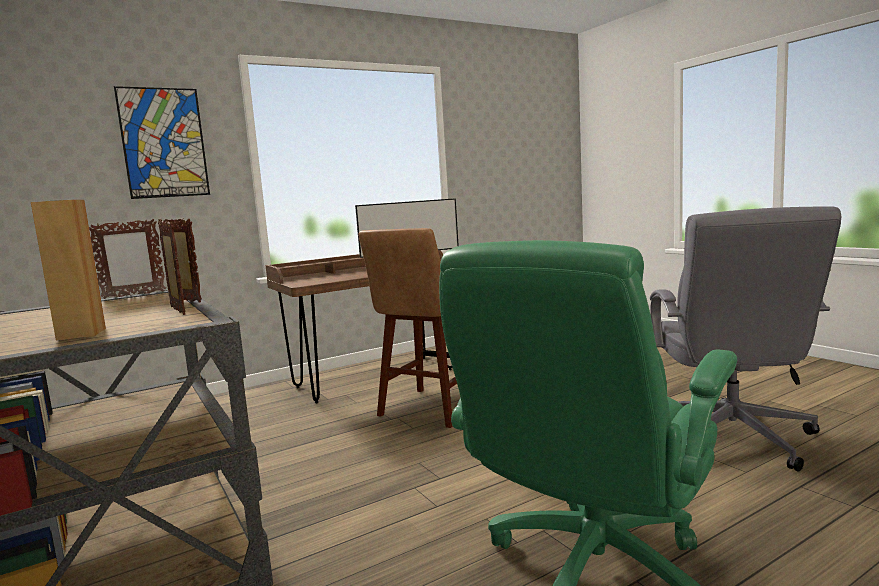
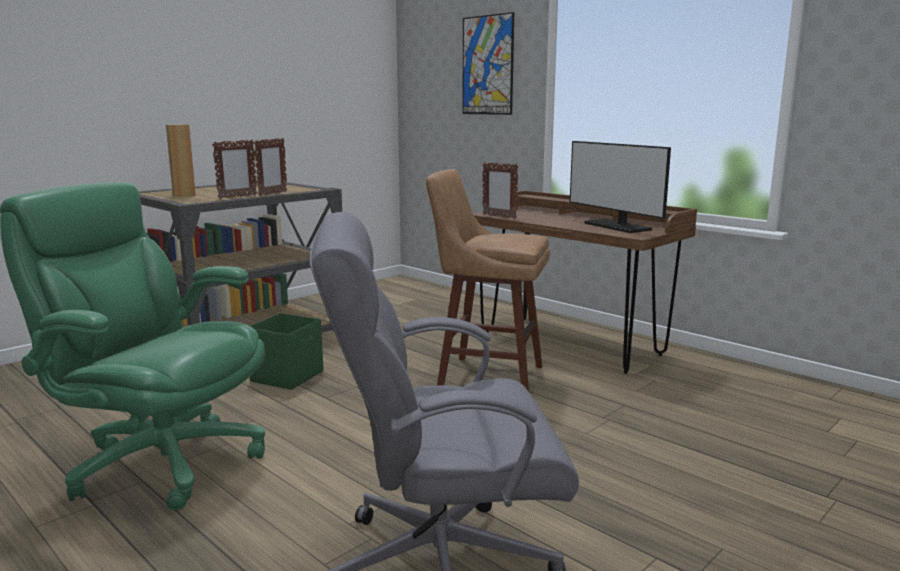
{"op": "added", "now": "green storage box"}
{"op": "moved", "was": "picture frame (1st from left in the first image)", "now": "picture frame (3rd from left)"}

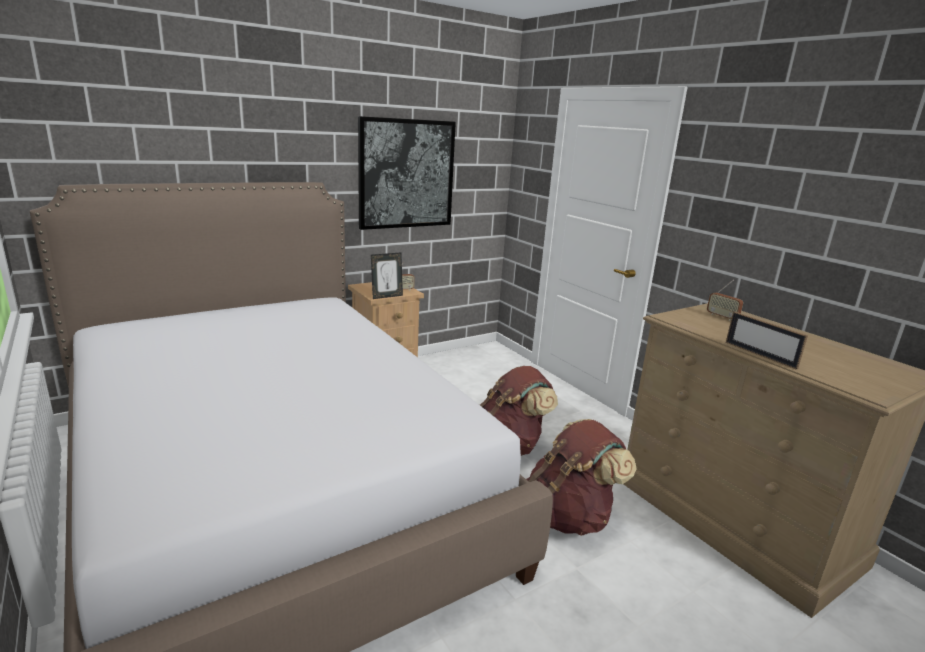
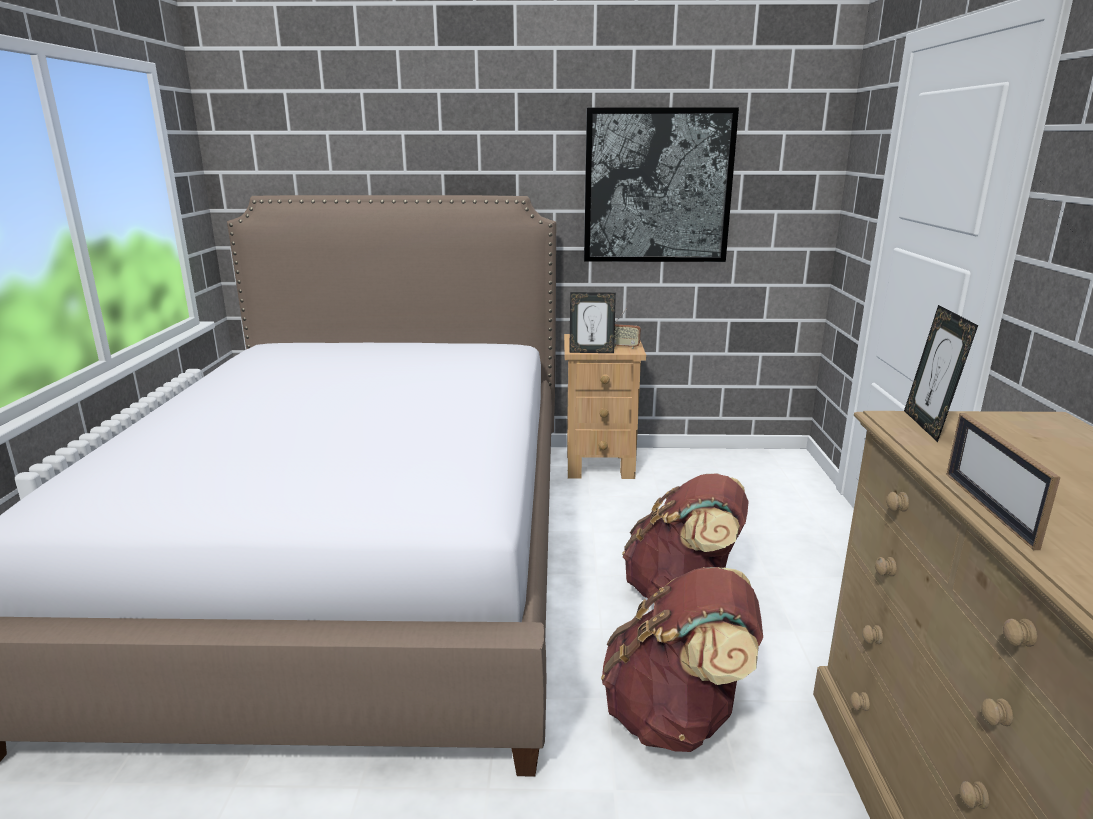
{"op": "added", "now": "picture frame (2nd from left)"}
{"op": "removed", "was": "radio (2nd from left)"}

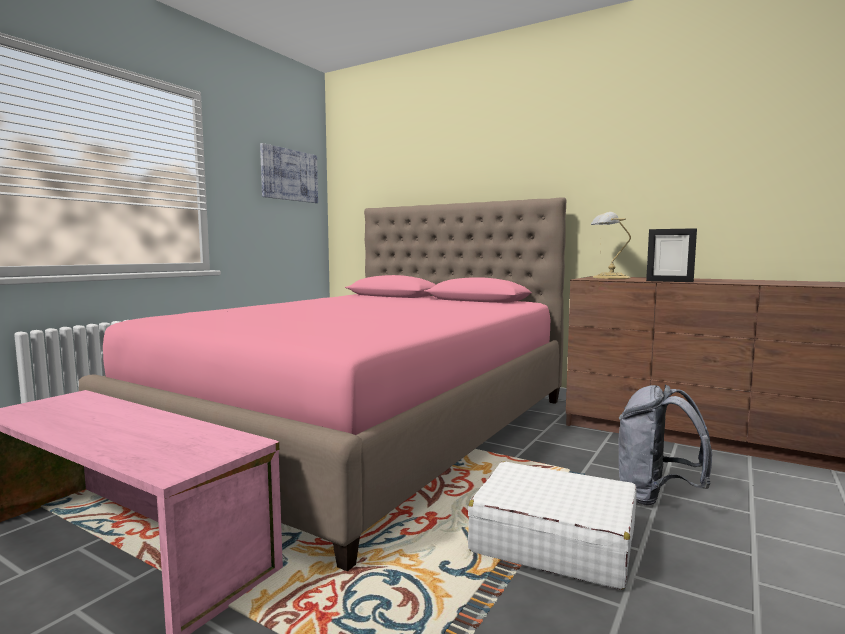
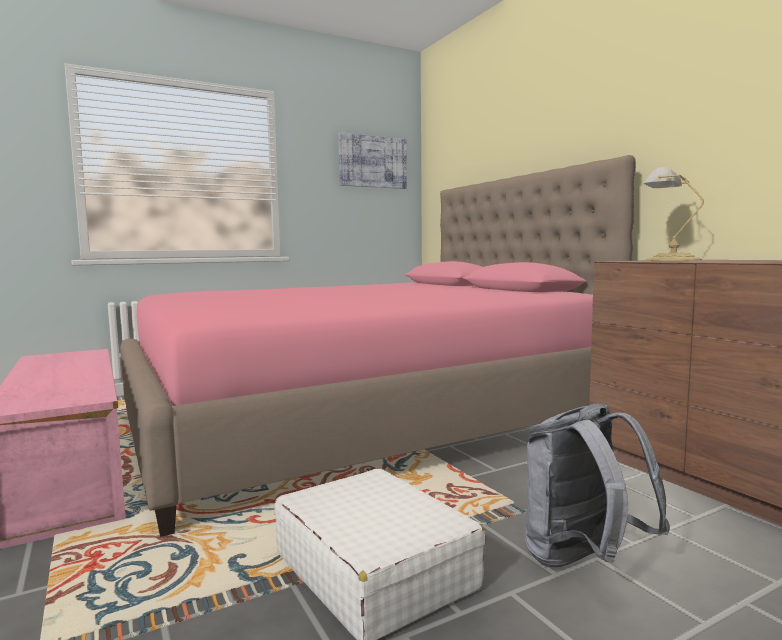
{"op": "removed", "was": "picture frame"}

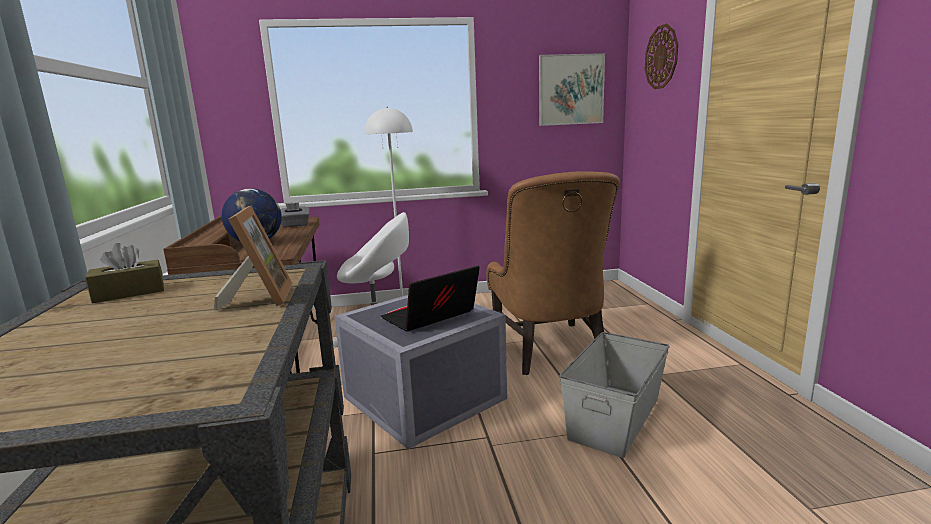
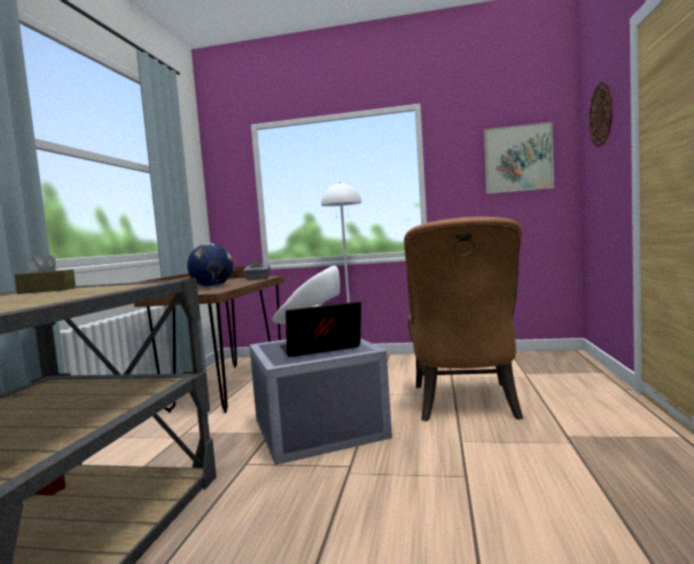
{"op": "removed", "was": "picture frame"}
{"op": "removed", "was": "grey storage box (2nd from left)"}

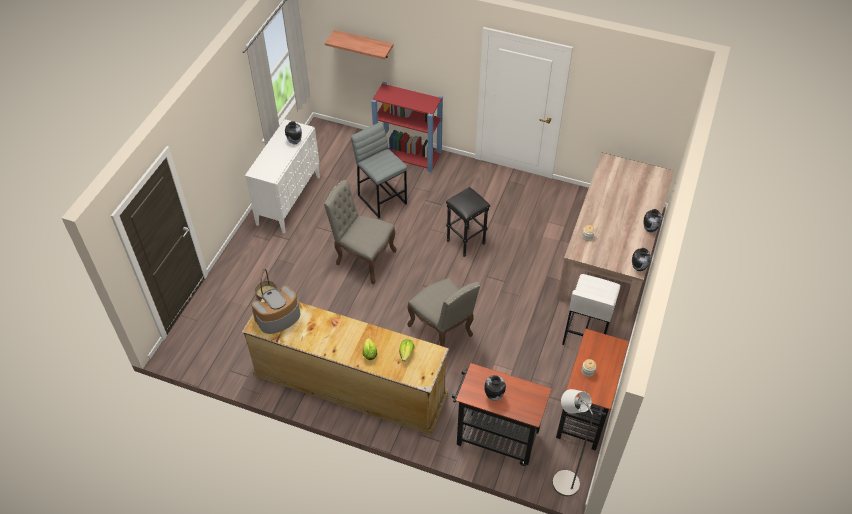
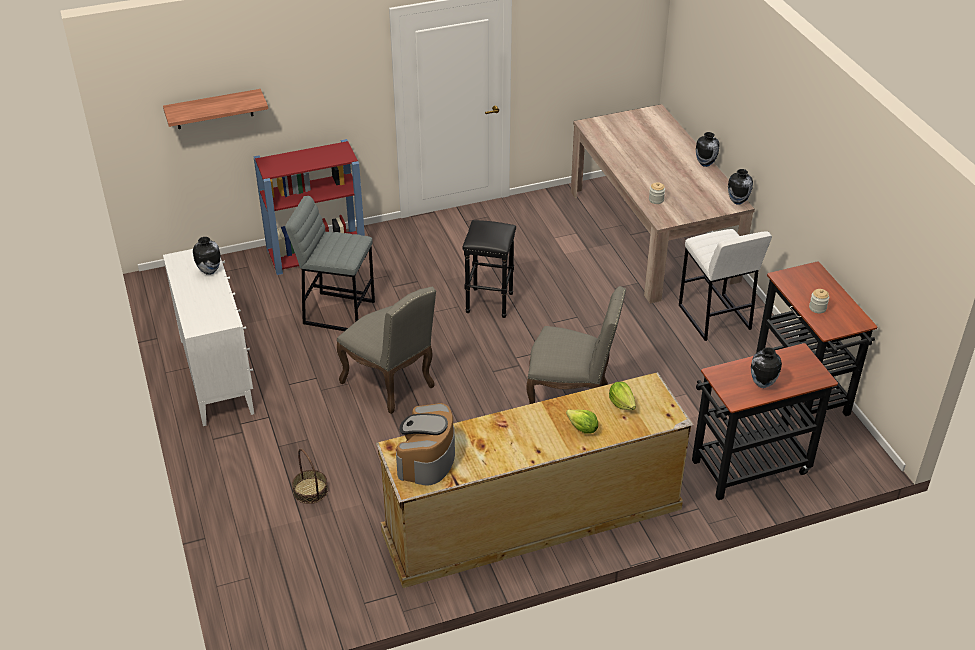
{"op": "turned", "was": "grey chair (1st from left)", "clockwise": -120}
{"op": "removed", "was": "grey floor lamp"}

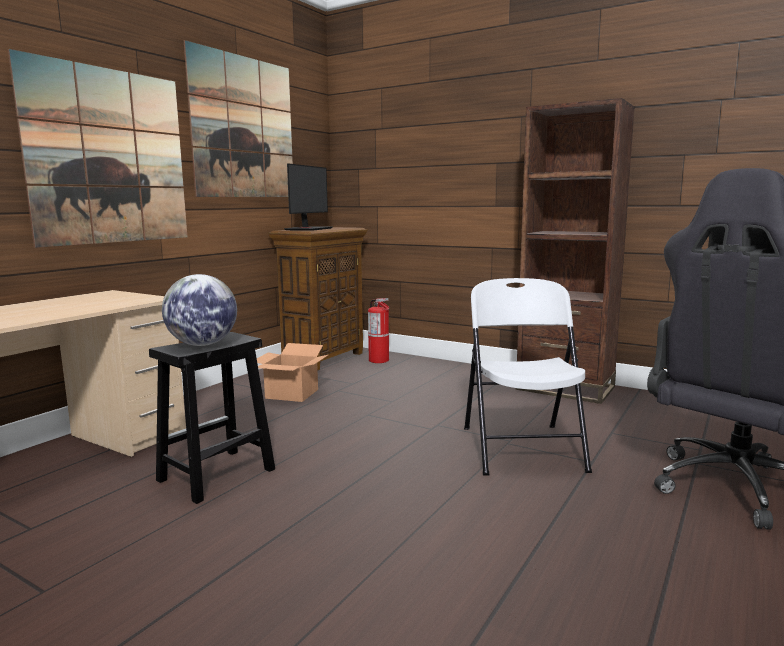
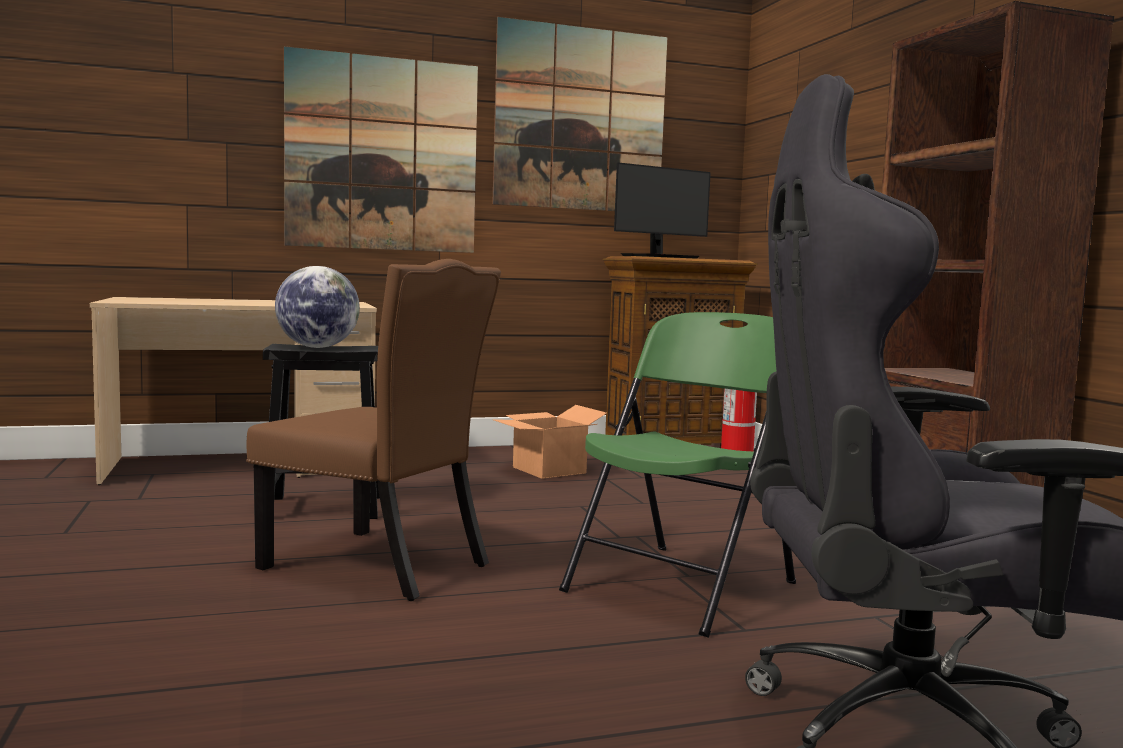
{"op": "added", "now": "brown chair"}
{"op": "recoloured", "was": "white chair", "now": "green chair"}

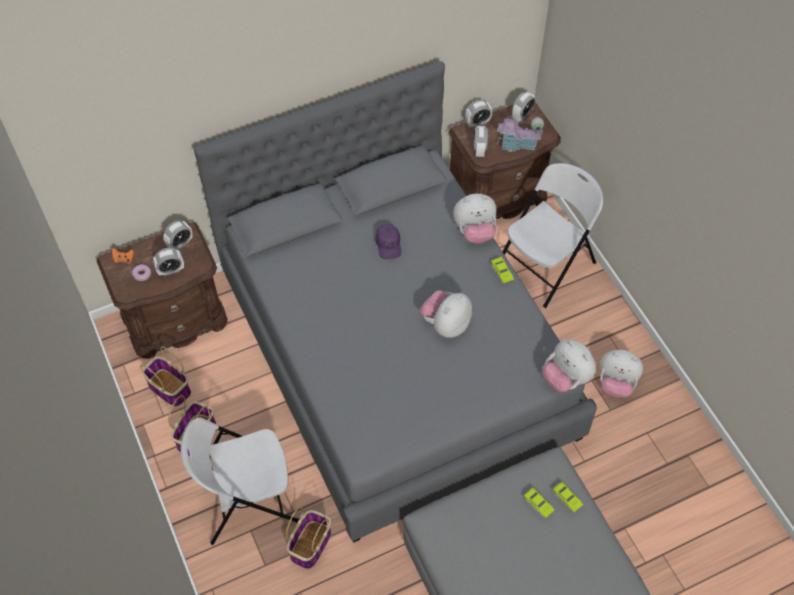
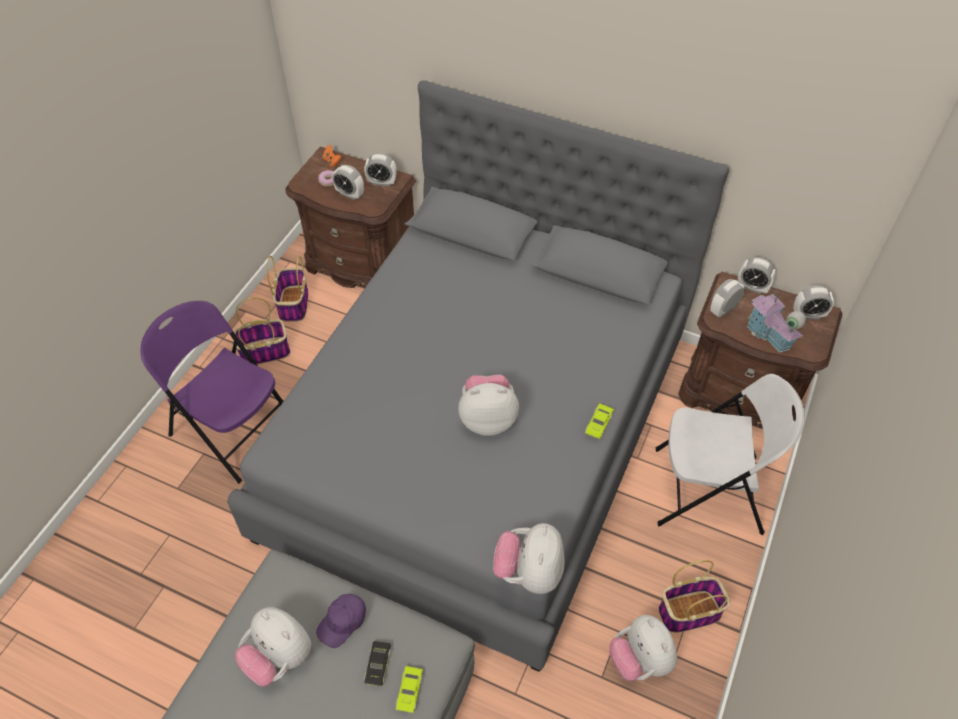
{"op": "recoloured", "was": "white chair (1st from left)", "now": "purple chair"}
{"op": "moved", "was": "plush toy (2nd from left in the first image)", "now": "plush toy (1st from left)"}
{"op": "moved", "was": "purple cap"}
{"op": "recoloured", "was": "green toy car (2nd from left)", "now": "black toy car"}
{"op": "moved", "was": "basket (3rd from left)"}

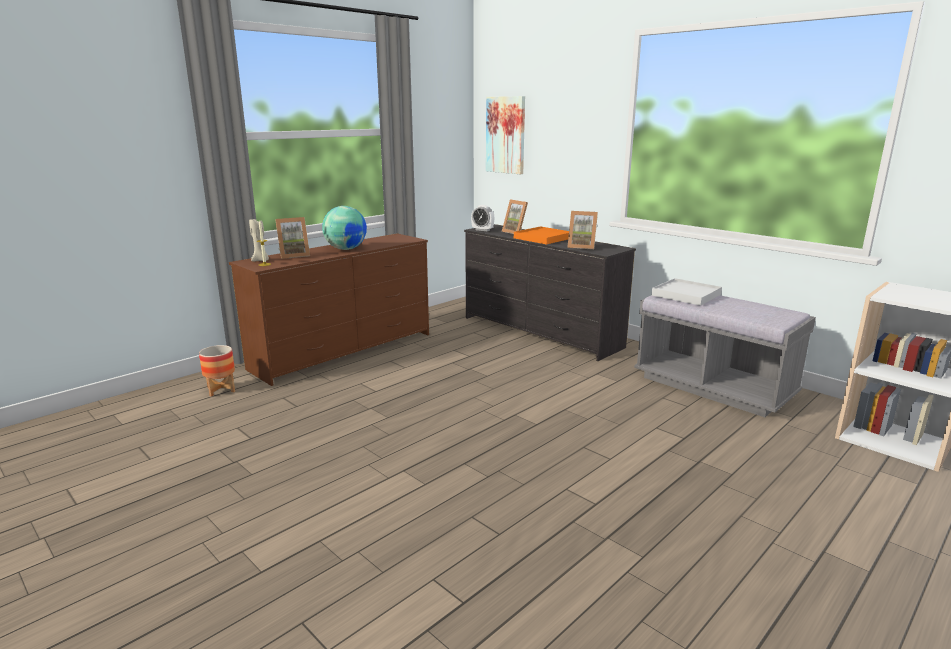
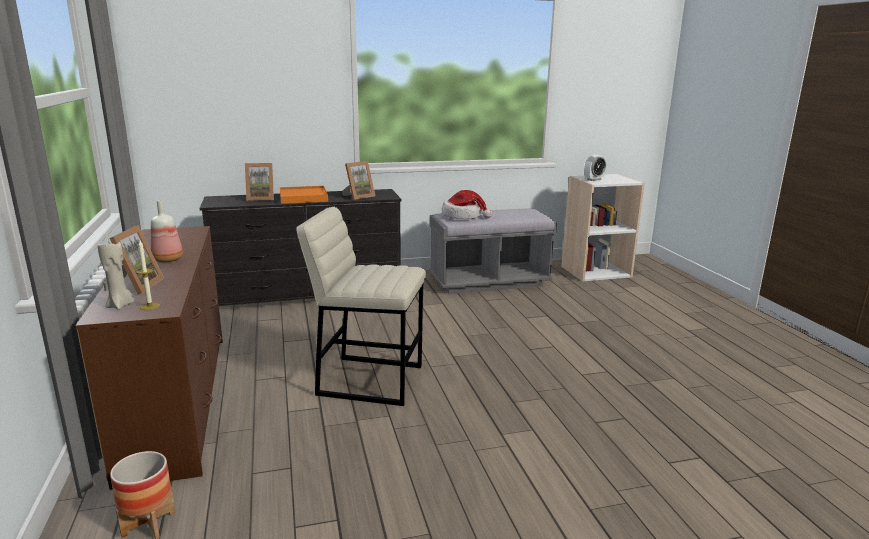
{"op": "replaced", "was": "globe", "now": "bottle"}
{"op": "added", "now": "beige chair"}
{"op": "replaced", "was": "white tray", "now": "hat"}
{"op": "moved", "was": "alarm clock"}
{"op": "removed", "was": "picture"}

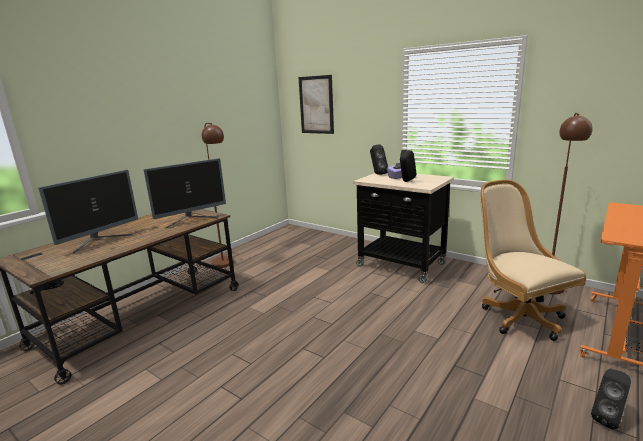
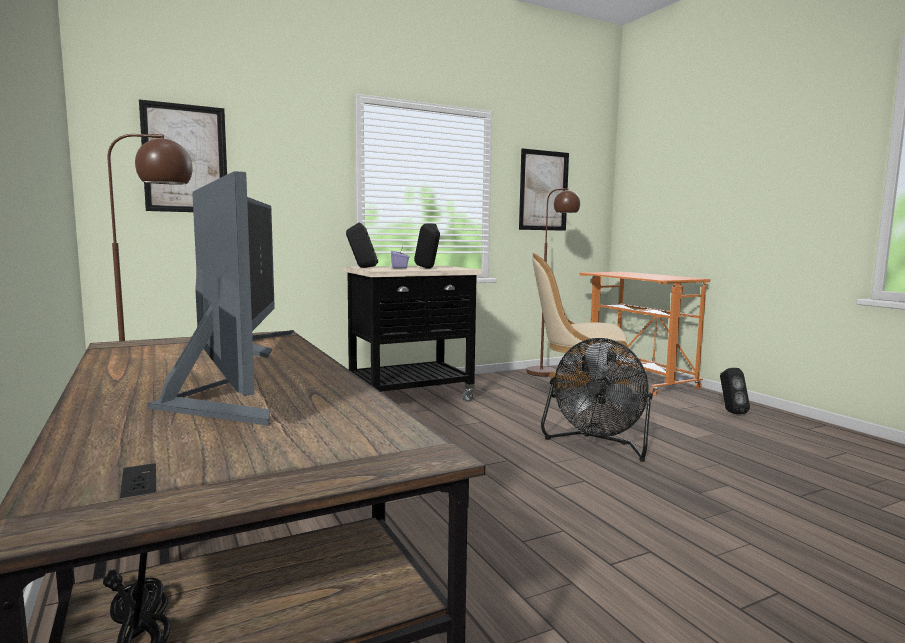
{"op": "added", "now": "picture (2nd from left)"}
{"op": "added", "now": "black fan"}

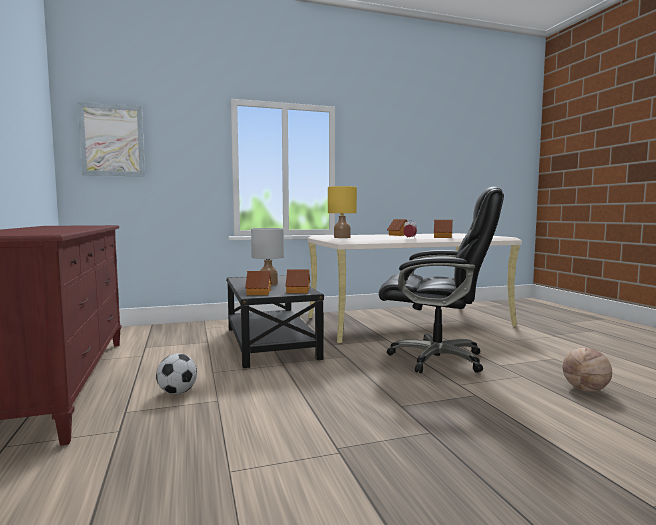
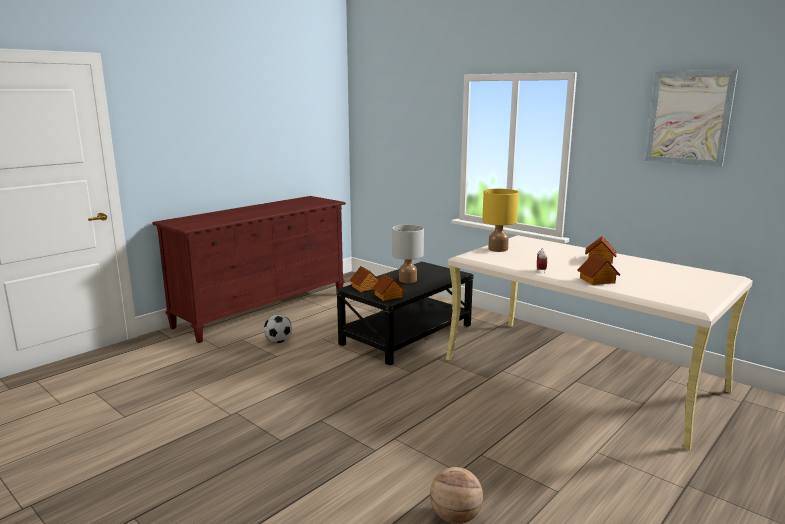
{"op": "moved", "was": "picture"}
{"op": "removed", "was": "black office chair"}

